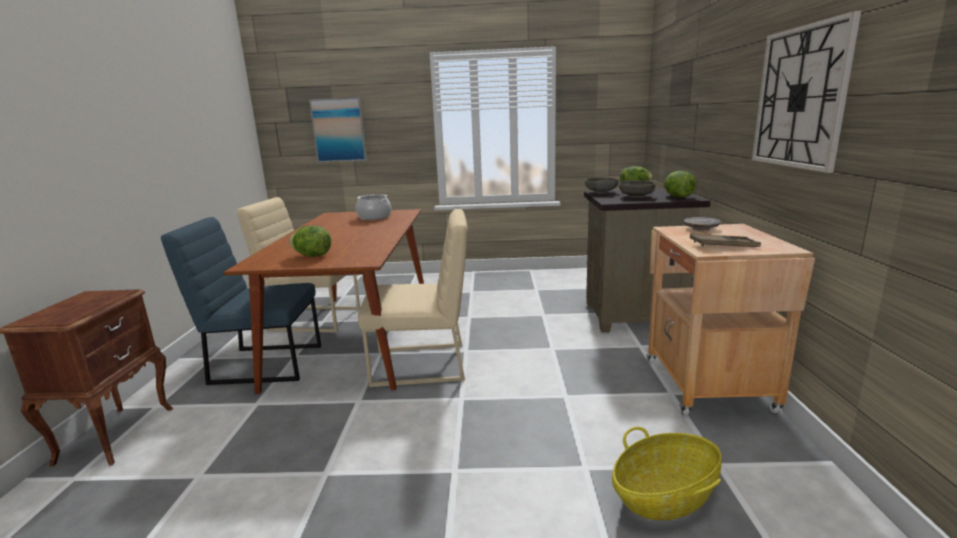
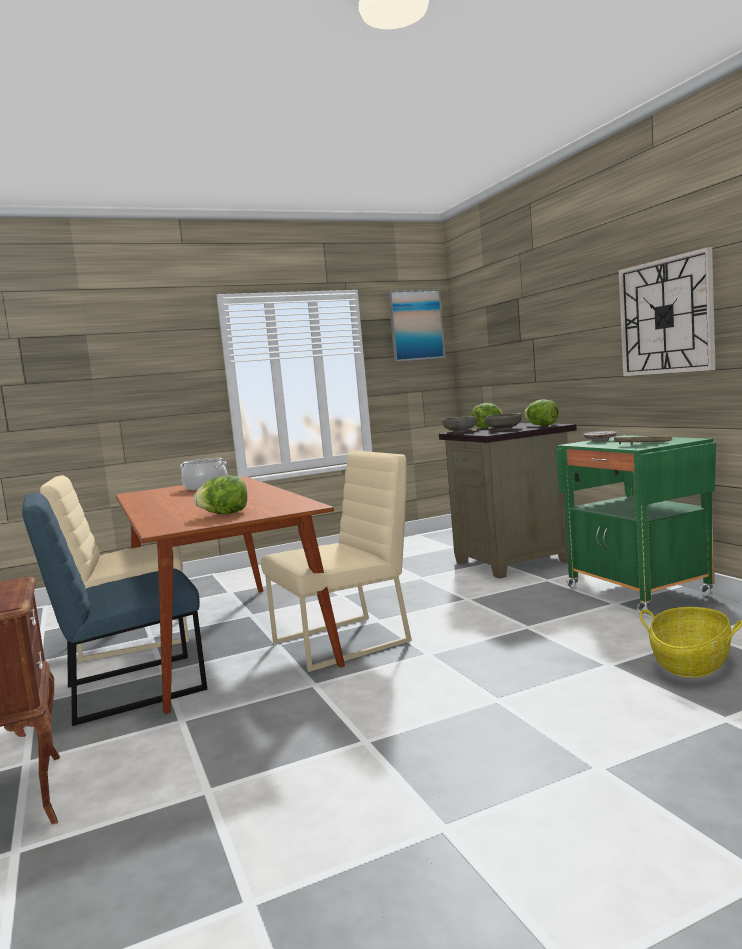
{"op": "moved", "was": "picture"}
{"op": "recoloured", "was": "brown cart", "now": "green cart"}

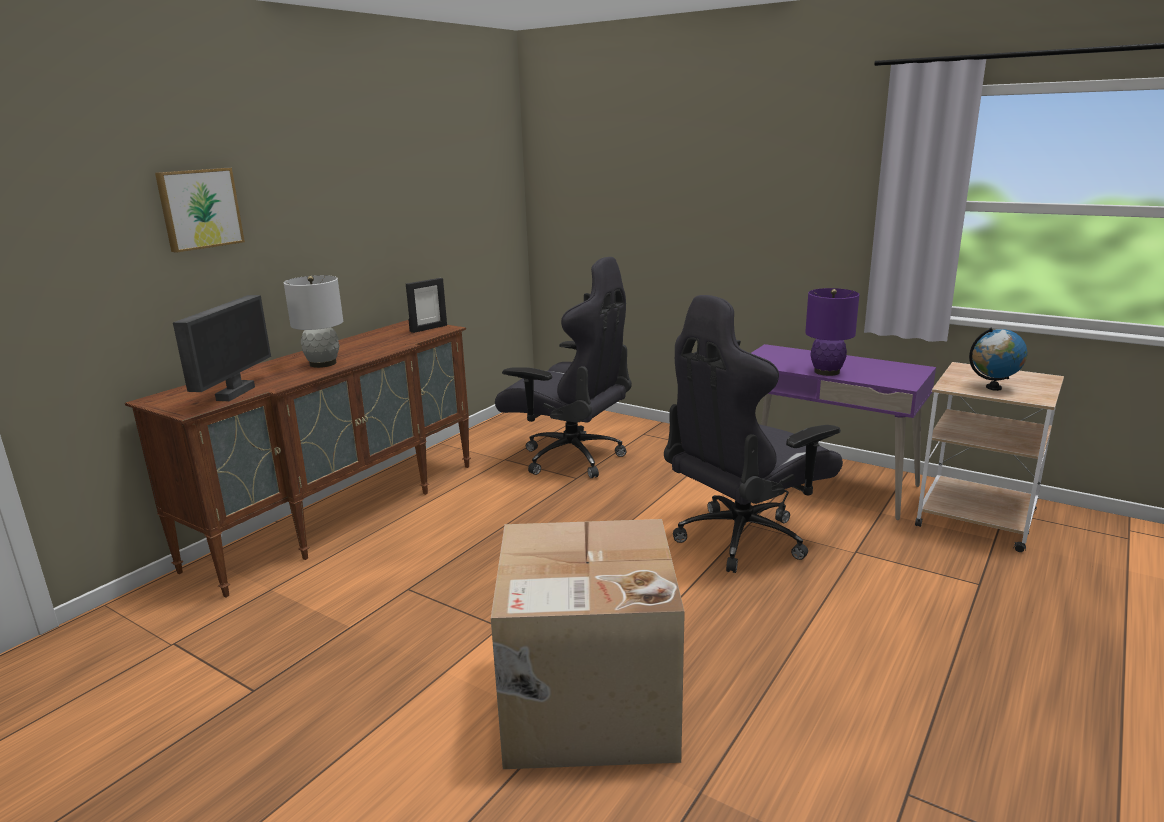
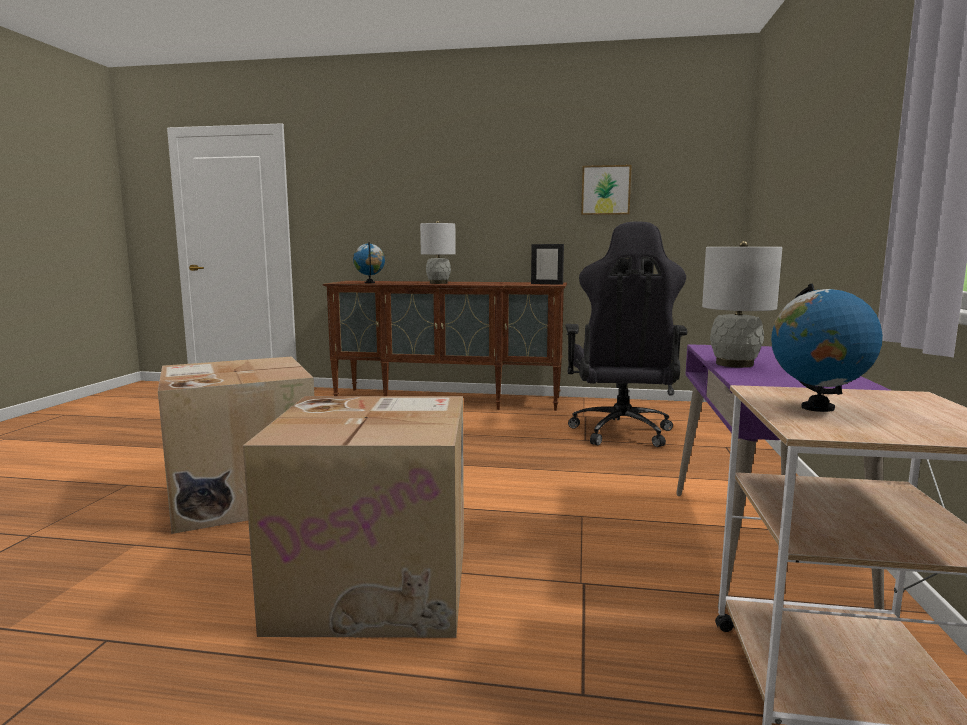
{"op": "added", "now": "cardboard box (2nd from left)"}
{"op": "replaced", "was": "monitor", "now": "globe (1st from left)"}
{"op": "moved", "was": "picture"}
{"op": "recoloured", "was": "purple table lamp", "now": "white table lamp (2nd from left)"}
{"op": "removed", "was": "black office chair (2nd from left)"}

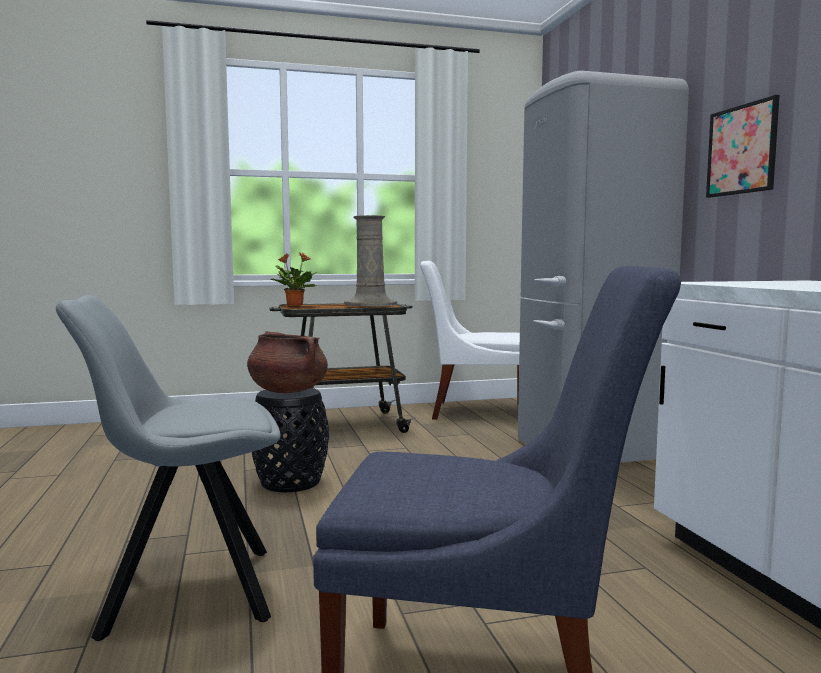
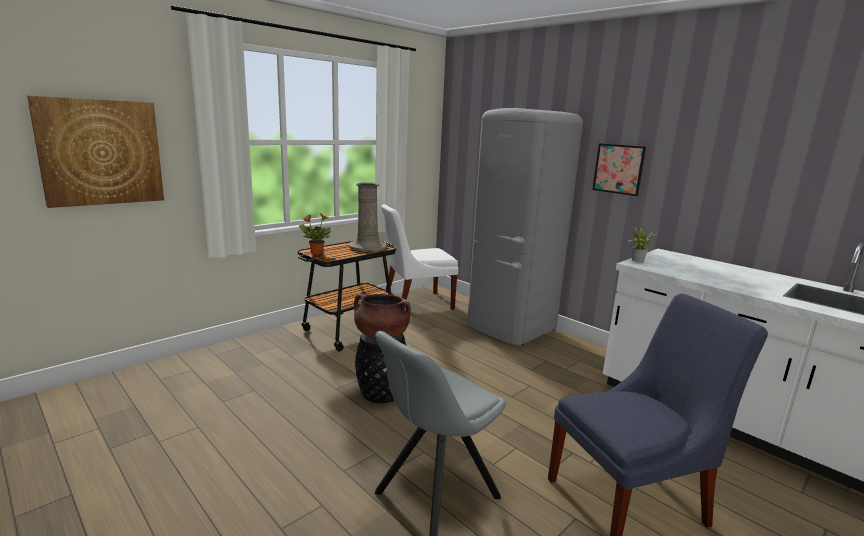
{"op": "added", "now": "picture (1st from left)"}
{"op": "added", "now": "potted plant (2nd from left)"}

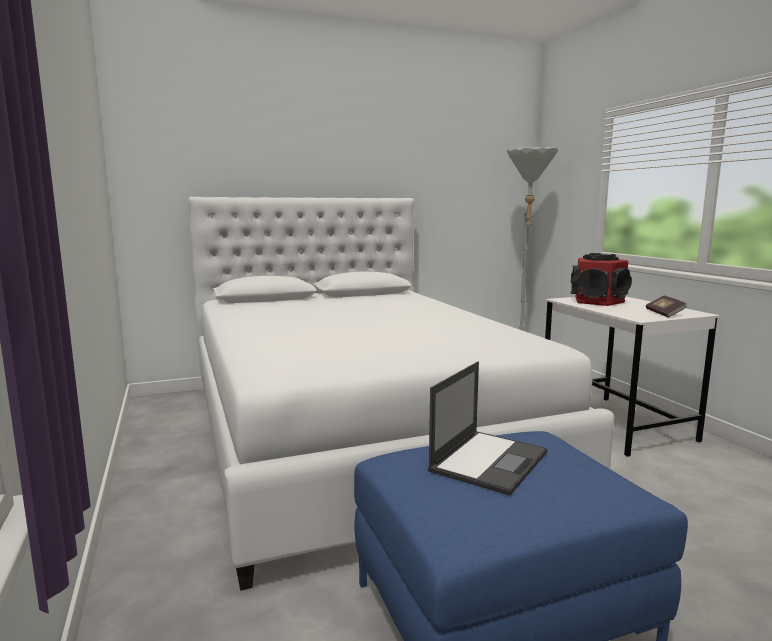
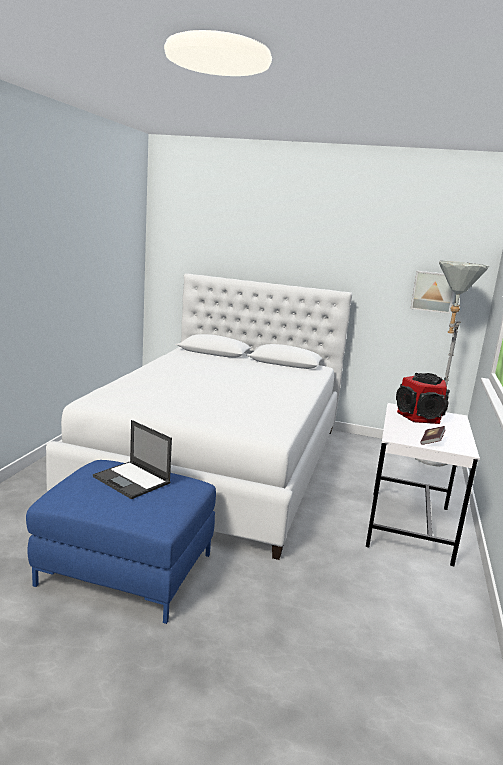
{"op": "turned", "was": "laptop", "clockwise": 60}
{"op": "added", "now": "picture"}

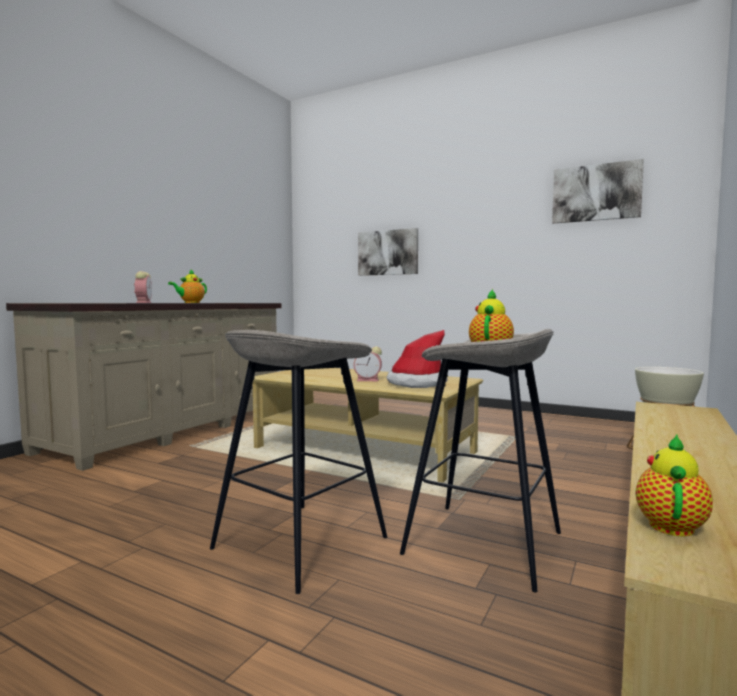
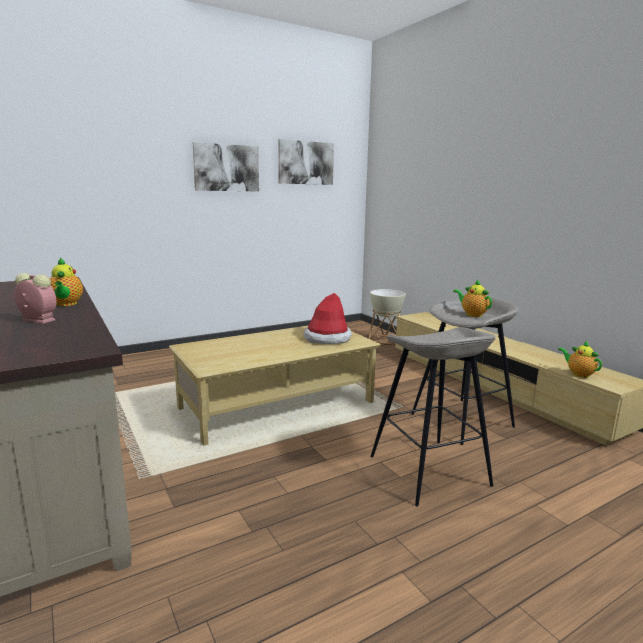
{"op": "moved", "was": "picture (1st from left)"}
{"op": "removed", "was": "alarm clock (2nd from left)"}

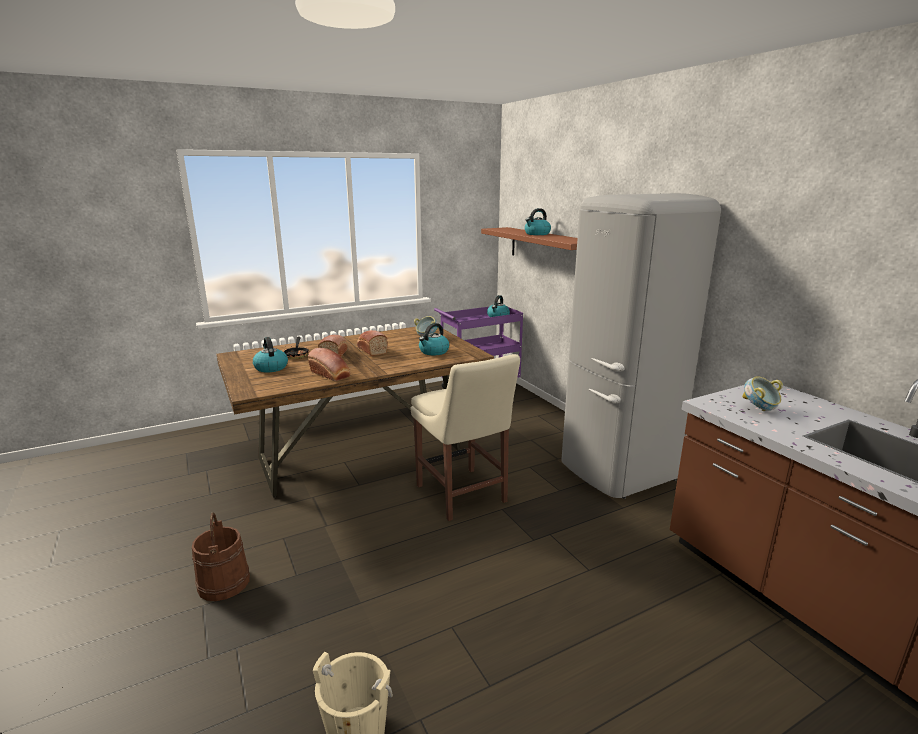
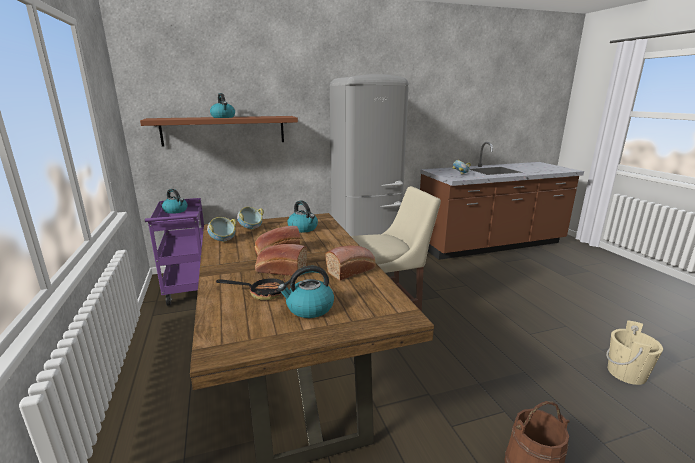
{"op": "added", "now": "bowl (1st from left)"}

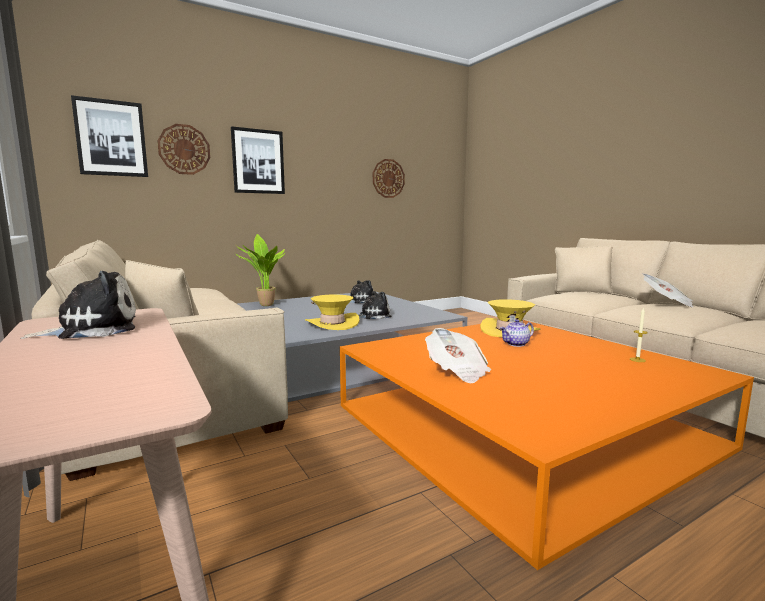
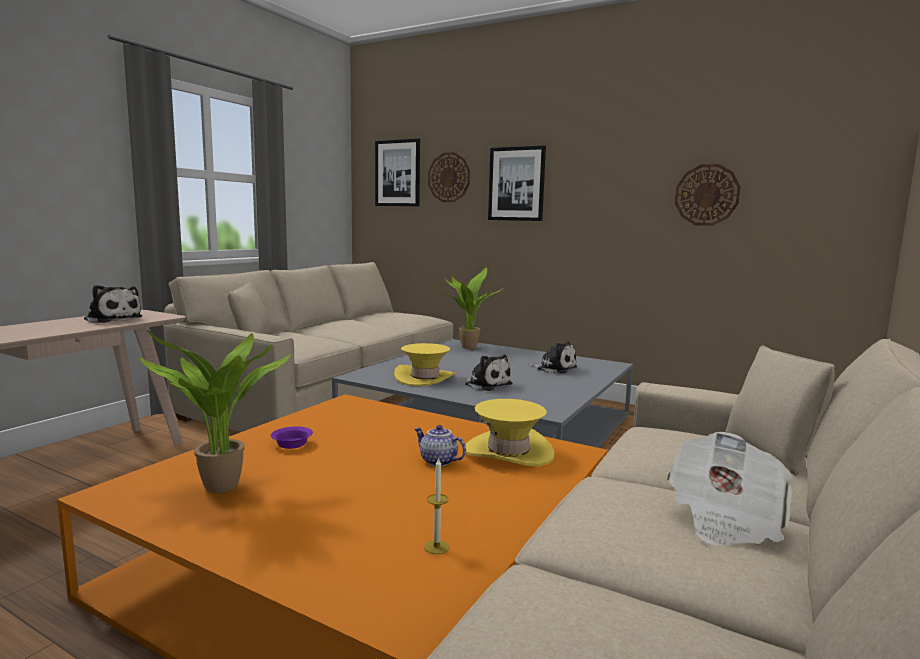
{"op": "added", "now": "potted plant (1st from left)"}
{"op": "replaced", "was": "newspaper (1st from left)", "now": "purple bowl"}

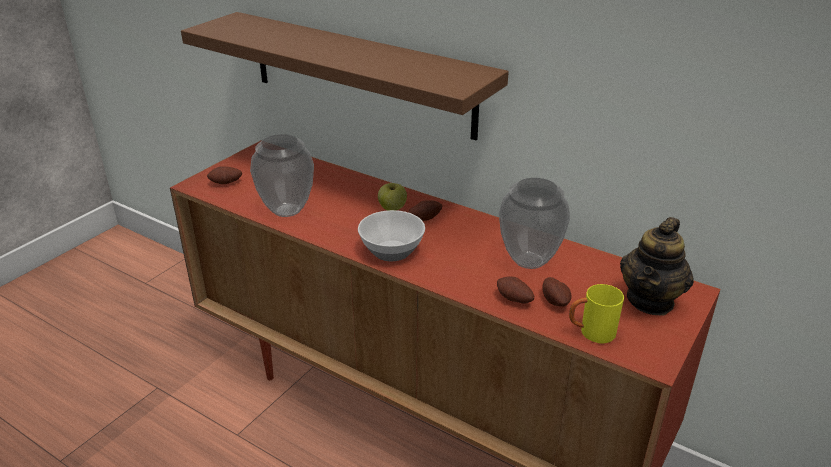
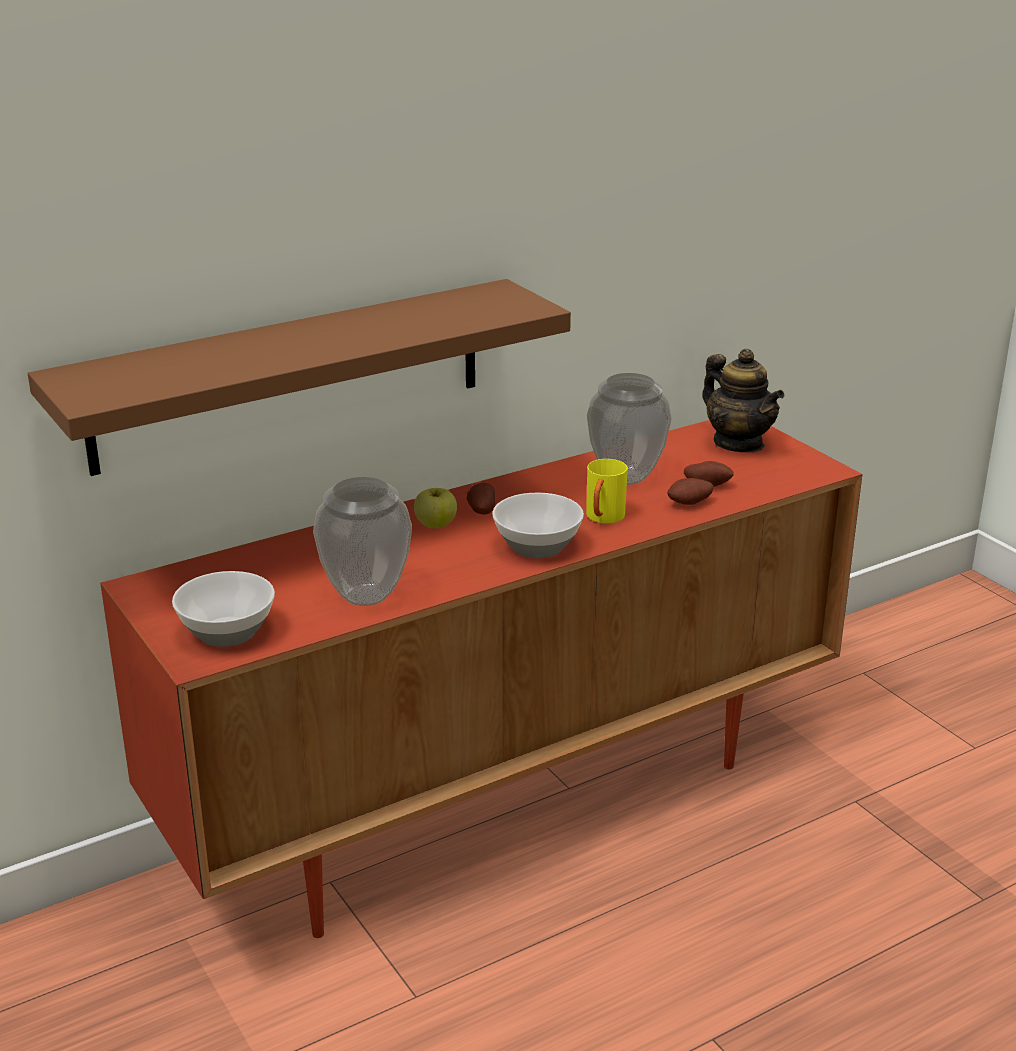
{"op": "replaced", "was": "potato (1st from left)", "now": "bowl (1st from left)"}
{"op": "moved", "was": "yellow mug"}

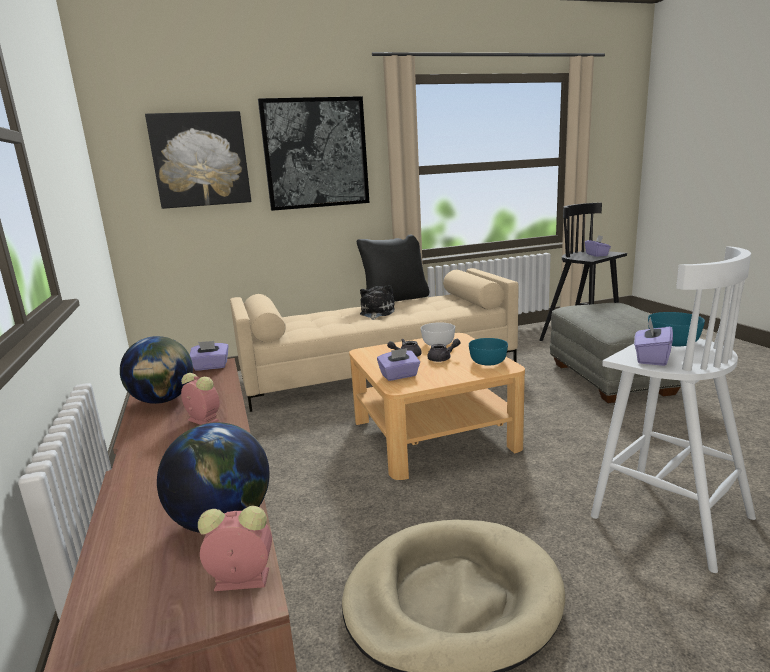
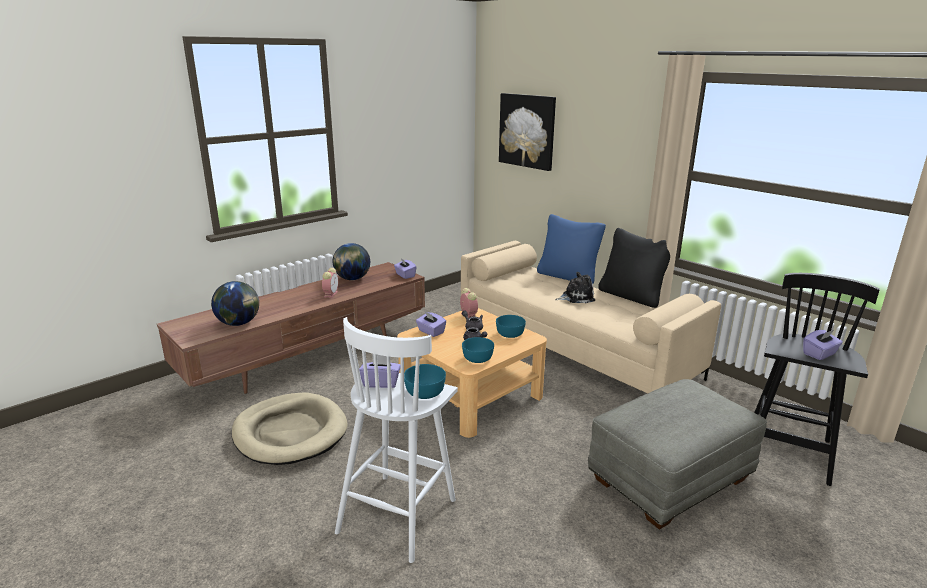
{"op": "moved", "was": "alarm clock (2nd from left)"}
{"op": "recoloured", "was": "white bowl", "now": "turquoise bowl (3rd from left)"}
{"op": "added", "now": "blue pillow"}
{"op": "removed", "was": "picture (2nd from left)"}

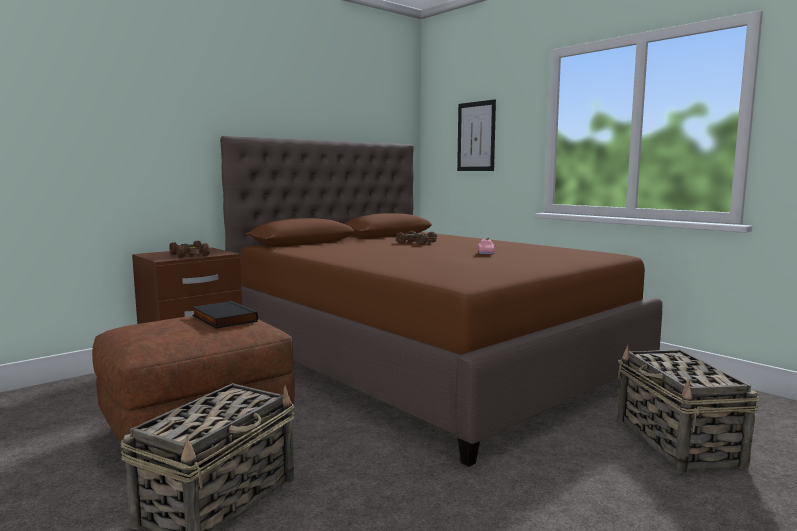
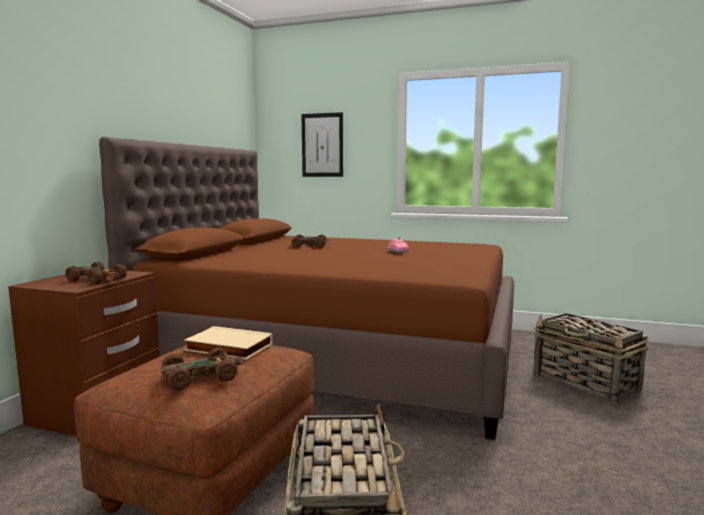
{"op": "added", "now": "brown toy car (2nd from left)"}
{"op": "recoloured", "was": "black book", "now": "beige book"}

